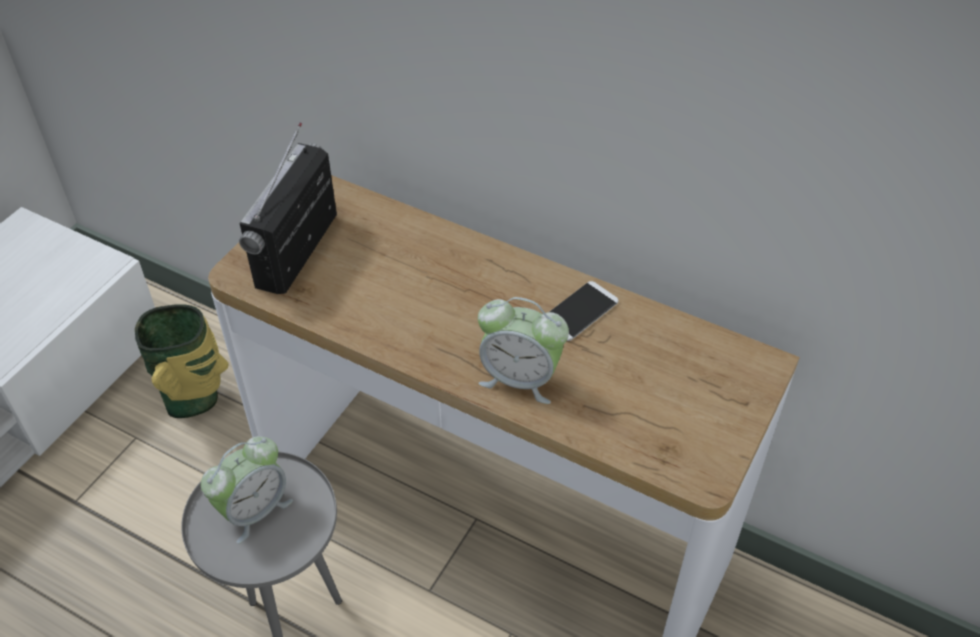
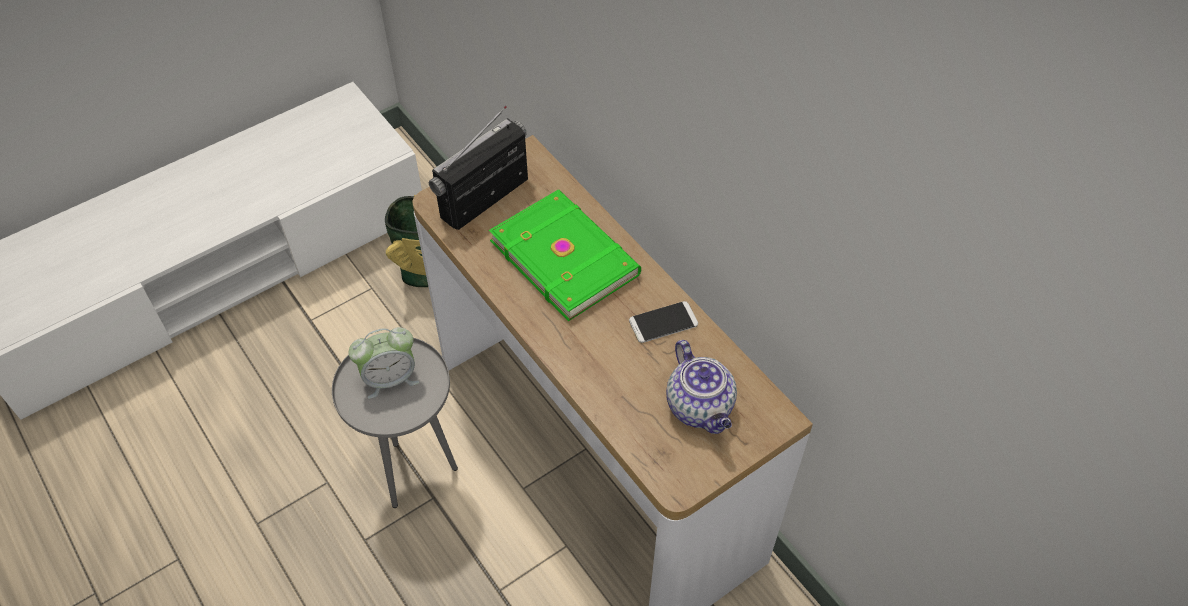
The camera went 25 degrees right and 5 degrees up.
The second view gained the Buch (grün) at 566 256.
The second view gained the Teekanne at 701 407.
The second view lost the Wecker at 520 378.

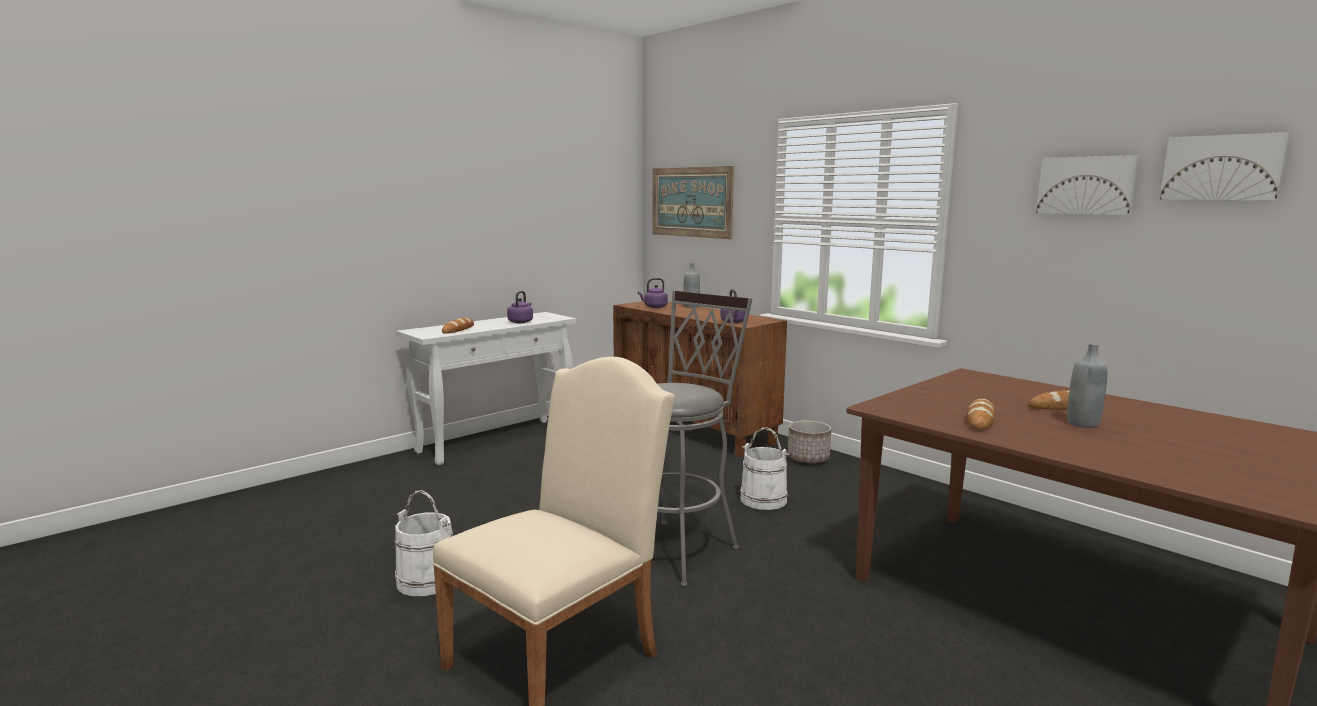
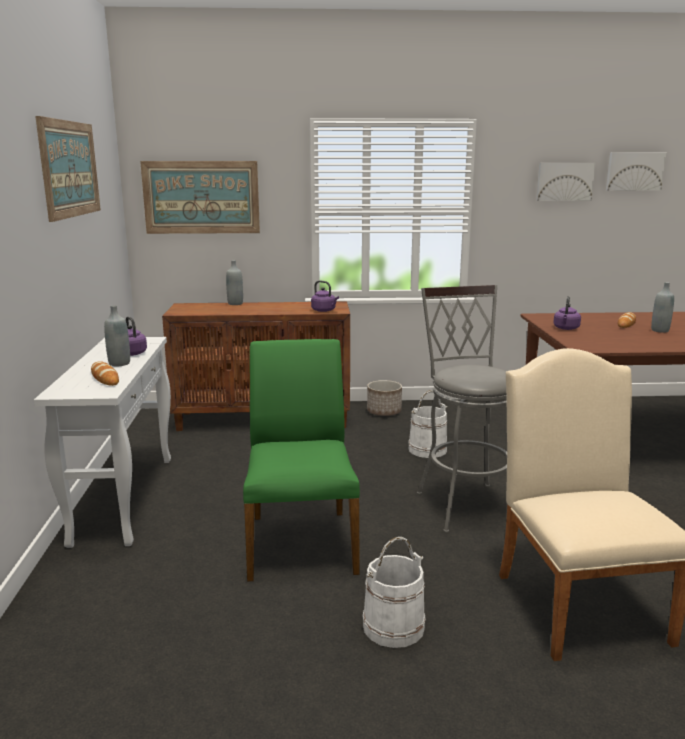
The camera went 50 degrees left and 5 degrees up.
The second view gained the Bild at 70 169.
The second view gained the Flasche (grau) at 119 363.
The second view gained the Stuhl (grün) at 301 542.
The Wasserkessel (lila) ended up elsewhere, having gone from 654 307 to 566 328.
The second view lost the Brot at 980 419.

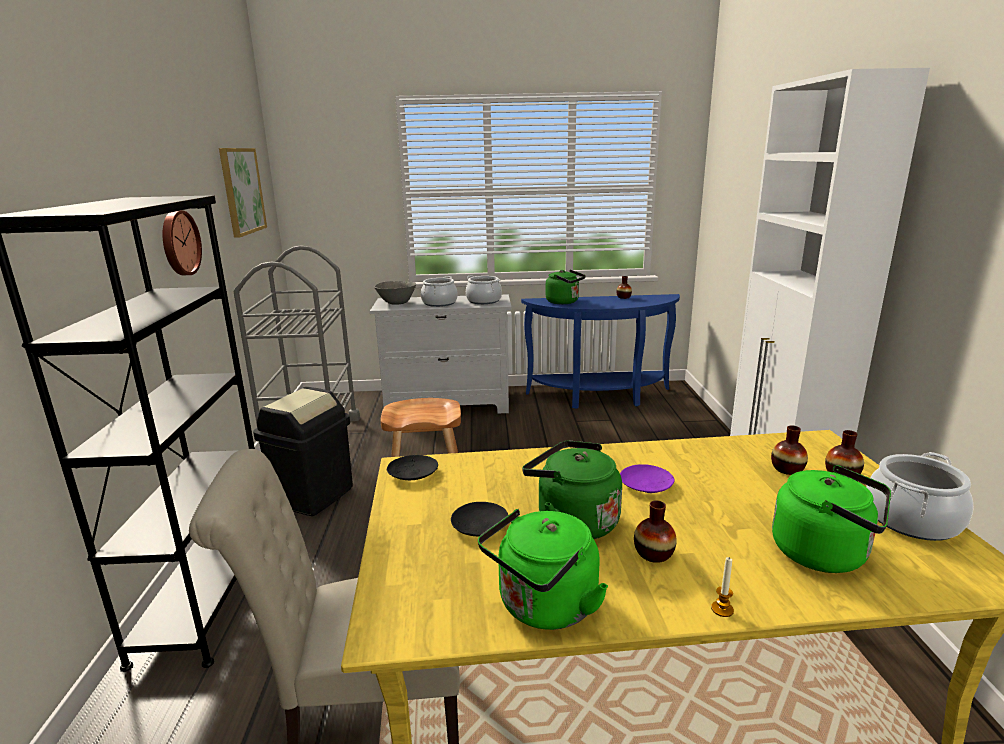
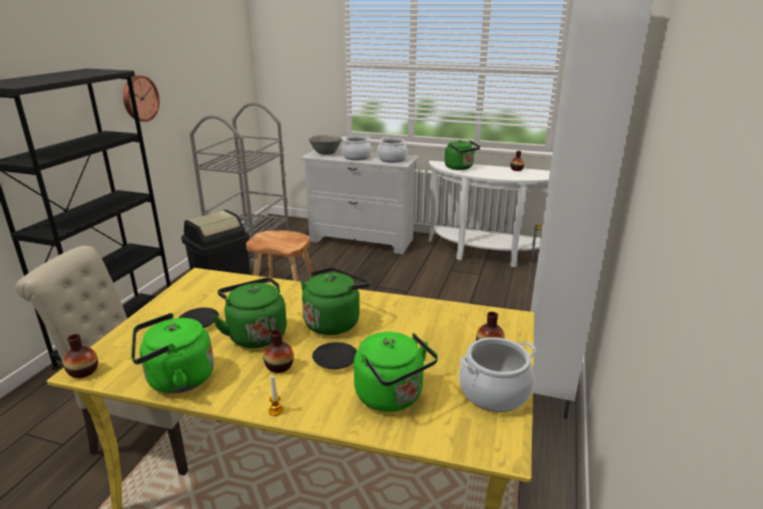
The camera went 20 degrees right and 5 degrees up.
The Vase ended up elsewhere, having gone from 787 469 to 83 371.
Where the Teller (lila) stood at 646 485, the Wasserkessel (grün) came to stand at 334 322.
The Teller (schwarz) ended up elsewhere, having gone from 412 473 to 335 360.
What was the Konsolentisch (blau) at 600 398 turned into the Konsolentisch (weiß) at 487 255.
The second view lost the Bild at 242 191.

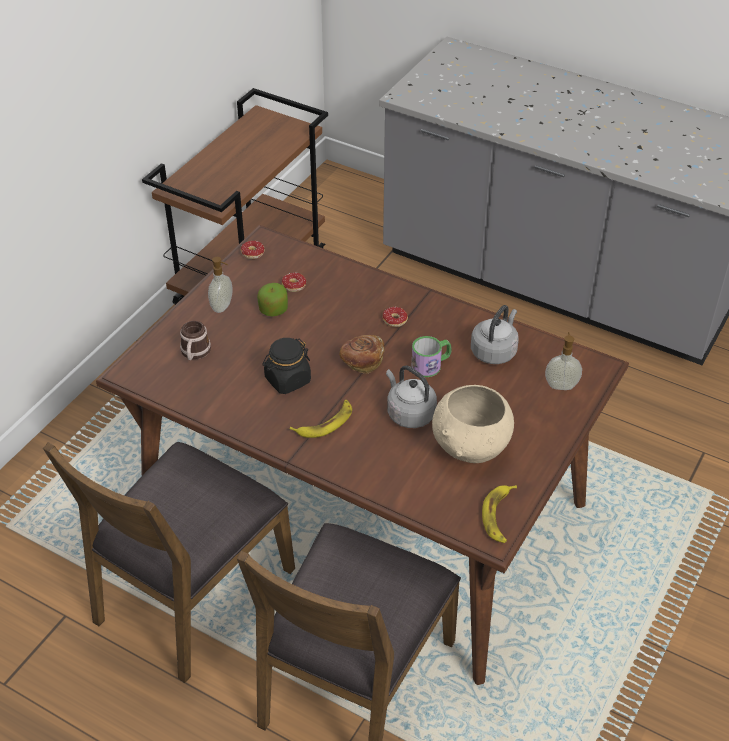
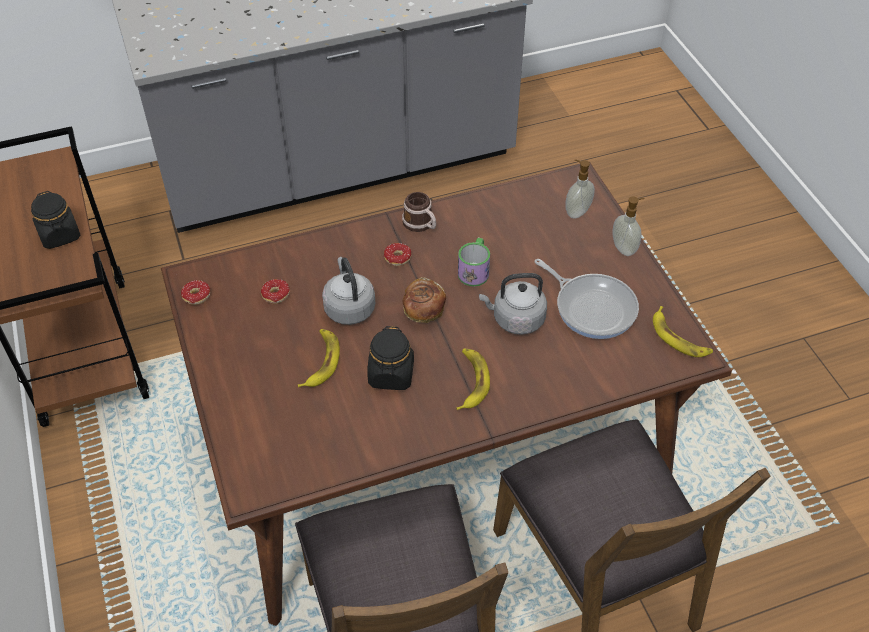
The camera went 50 degrees left and 5 degrees up.
The second view gained the Vorratsglas (schwarz) at 60 235.
The second view gained the Banane at 321 361.
The Wasserkessel (grau) ended up elsewhere, having gone from 494 351 to 349 307.
The Henkelbecher ended up elsewhere, having gone from 194 353 to 421 224.
Where the Schüssel (beige) stood at 471 448, the Pfanne came to stand at 592 307.
The Seifenspender ended up elsewhere, having gone from 223 306 to 624 248.
The second view lost the Apfel at 273 310.

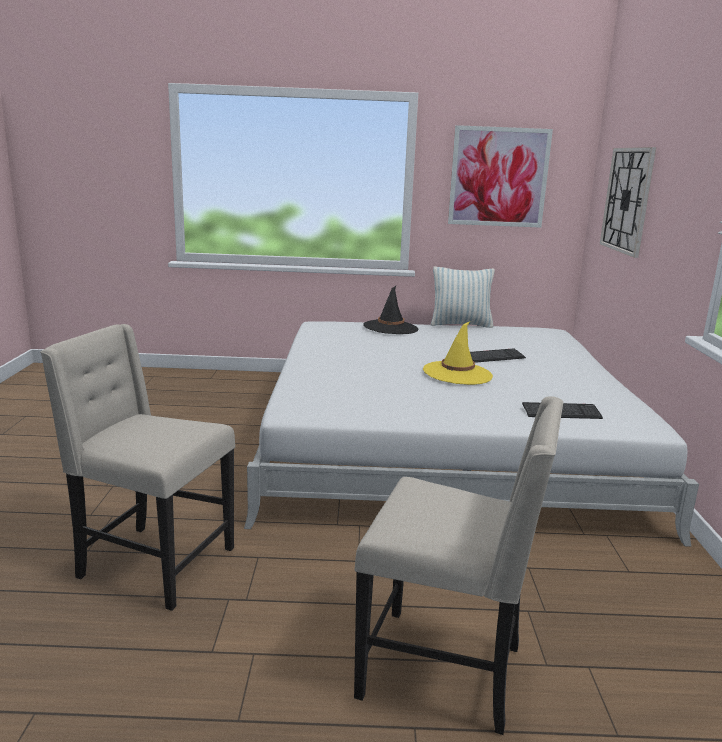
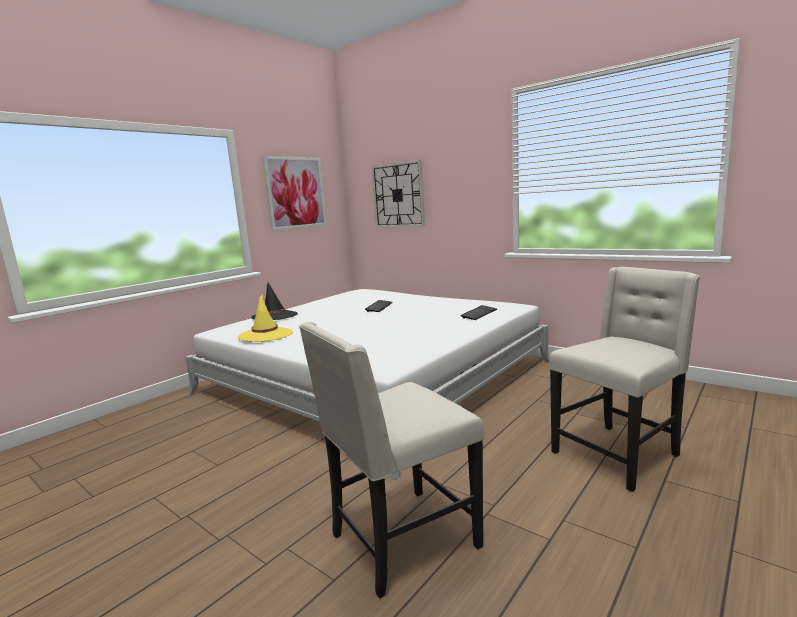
The camera went 50 degrees left and 5 degrees down.
The Hut (gelb) ended up elsewhere, having gone from 457 373 to 265 335.
The second view lost the Kissen at 460 325.

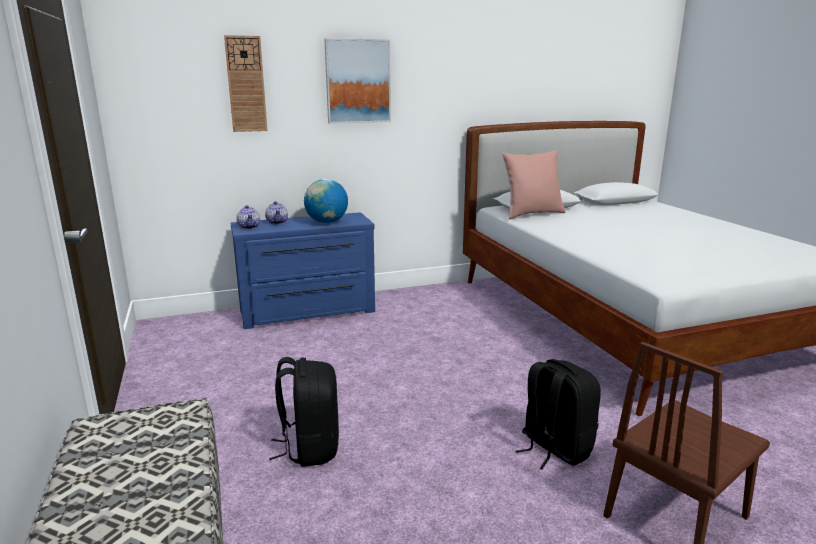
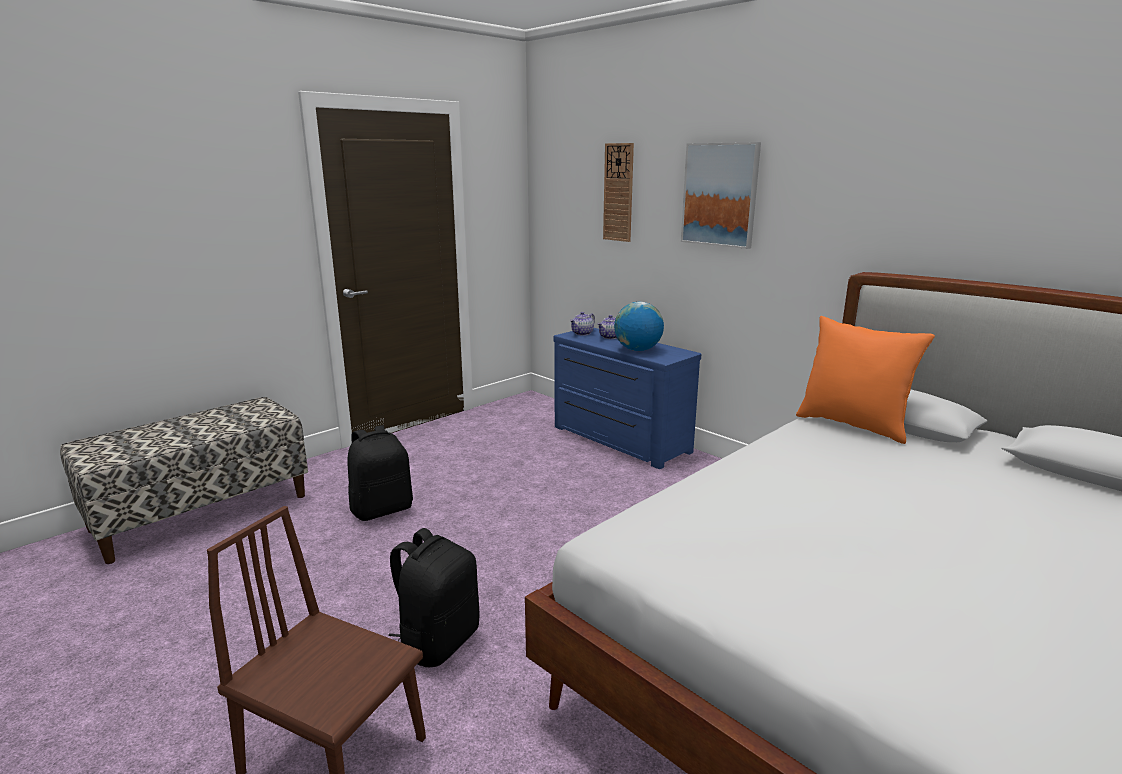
The camera went 65 degrees right and 0 degrees up.
What was the Kissen (rosa) at 532 214 turned into the Kissen (orange) at 853 425.

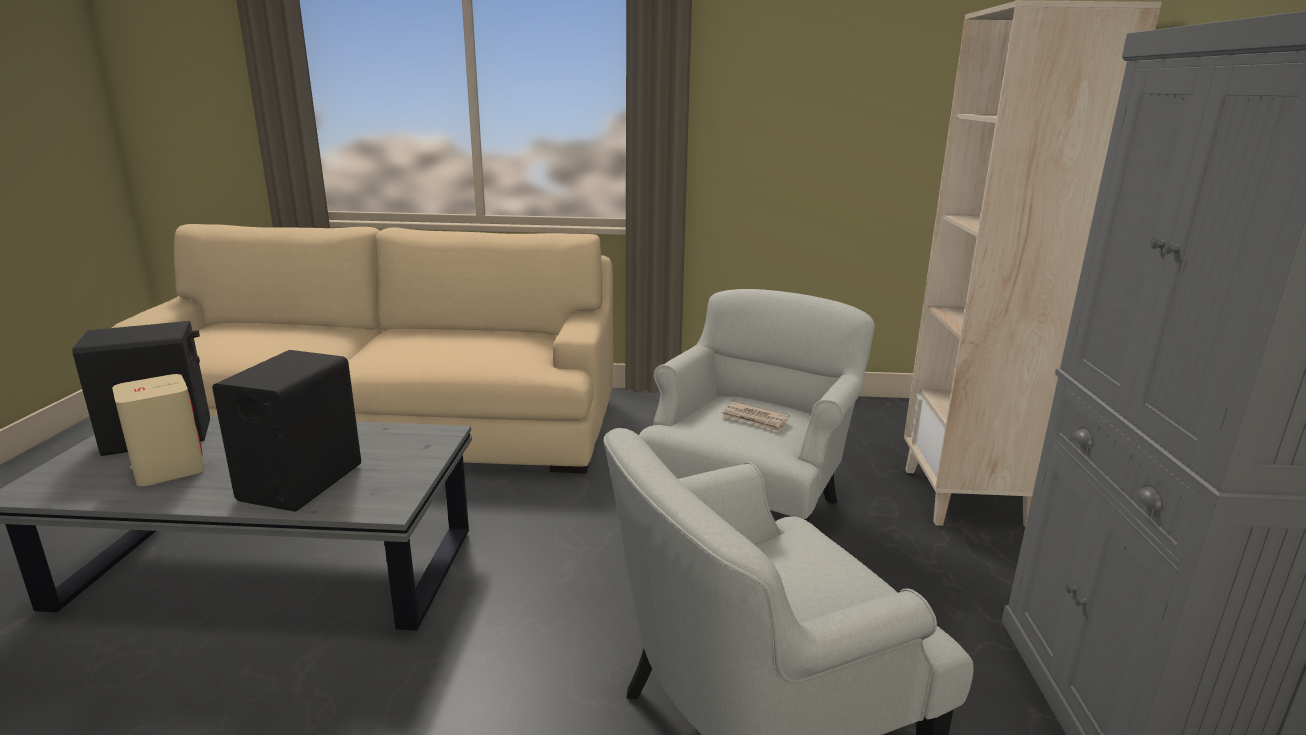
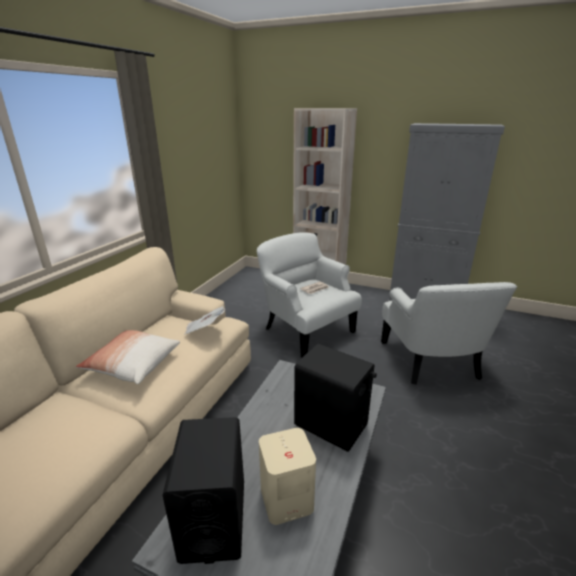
The camera went 70 degrees left and 5 degrees up.
The second view gained the Kissen at 133 365.
The second view gained the Zeitung at 204 330.

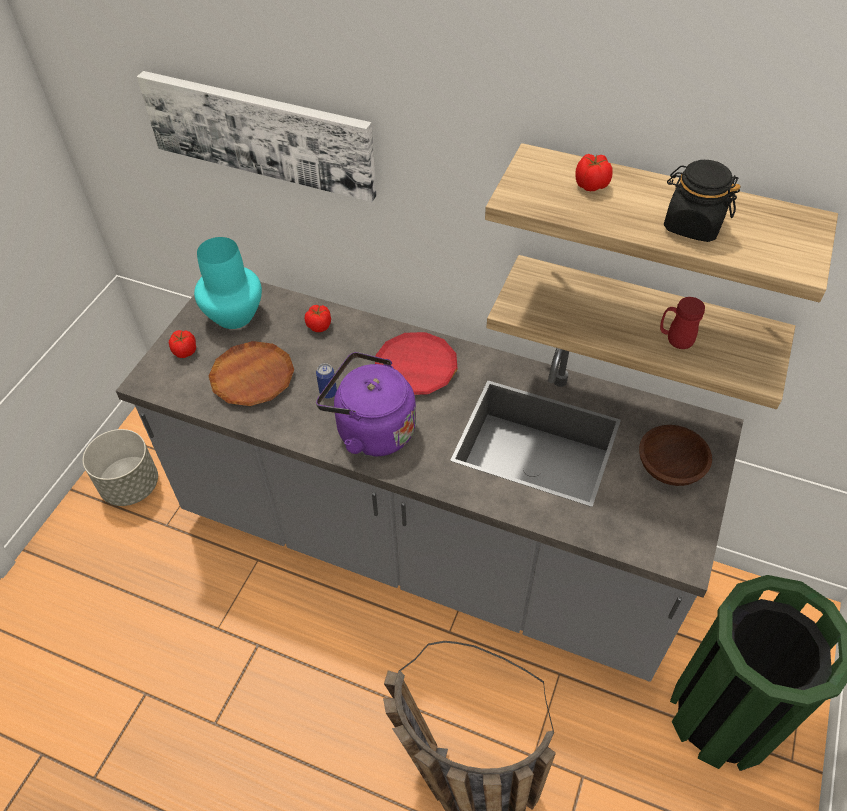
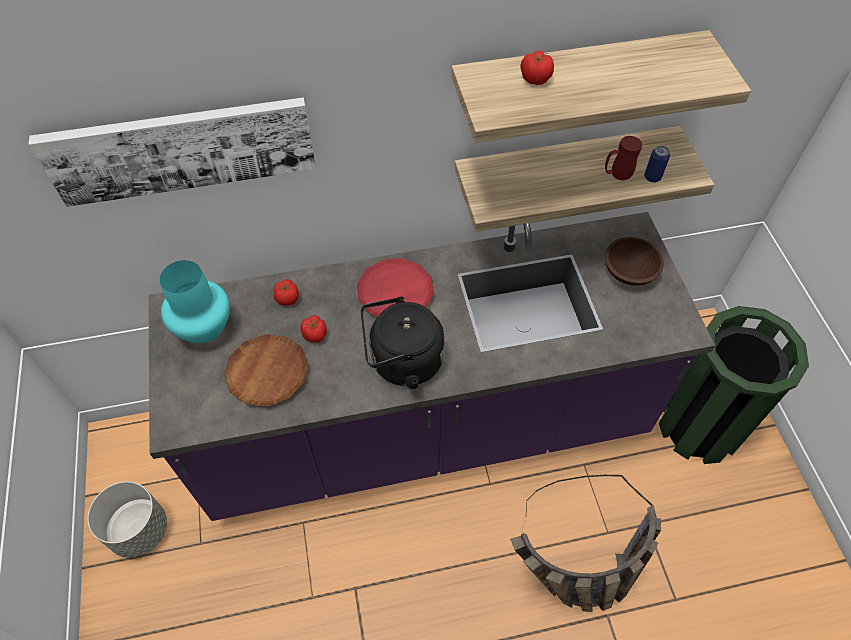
The camera went 35 degrees left and 5 degrees up.
What was the Küchenzeile (grau) at 426 543 turned into the Küchenzeile (lila) at 425 428.
The Tomate ended up elsewhere, having gone from 184 352 to 315 335.
What was the Wasserkessel (lila) at 371 430 turned into the Wasserkessel (schwarz) at 402 362.
The Dose ended up elsewhere, having gone from 328 393 to 652 177.
The second view lost the Vorratsglas (schwarz) at 692 224.

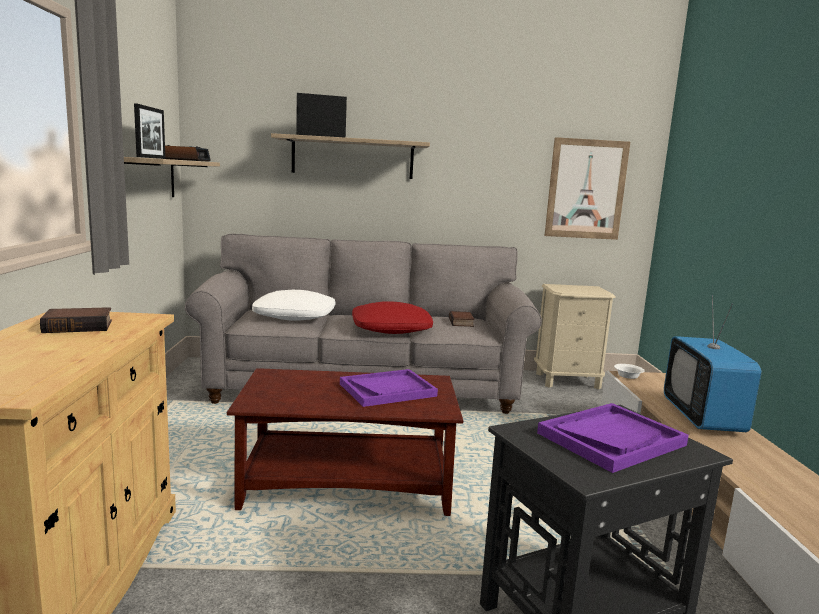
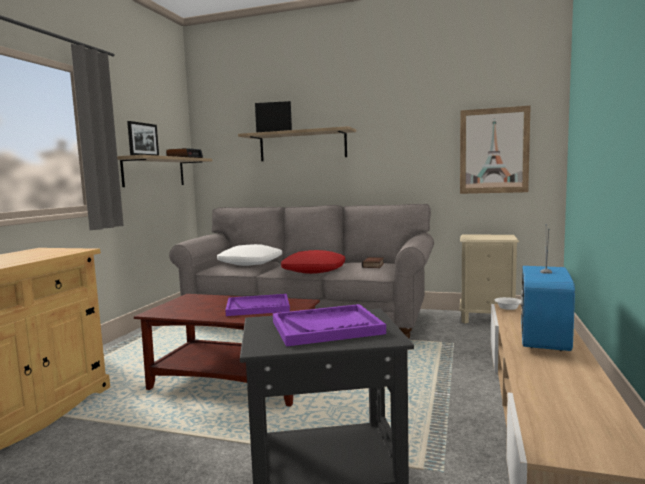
The camera went 20 degrees right and 5 degrees down.
The second view lost the Buch at 79 326.

